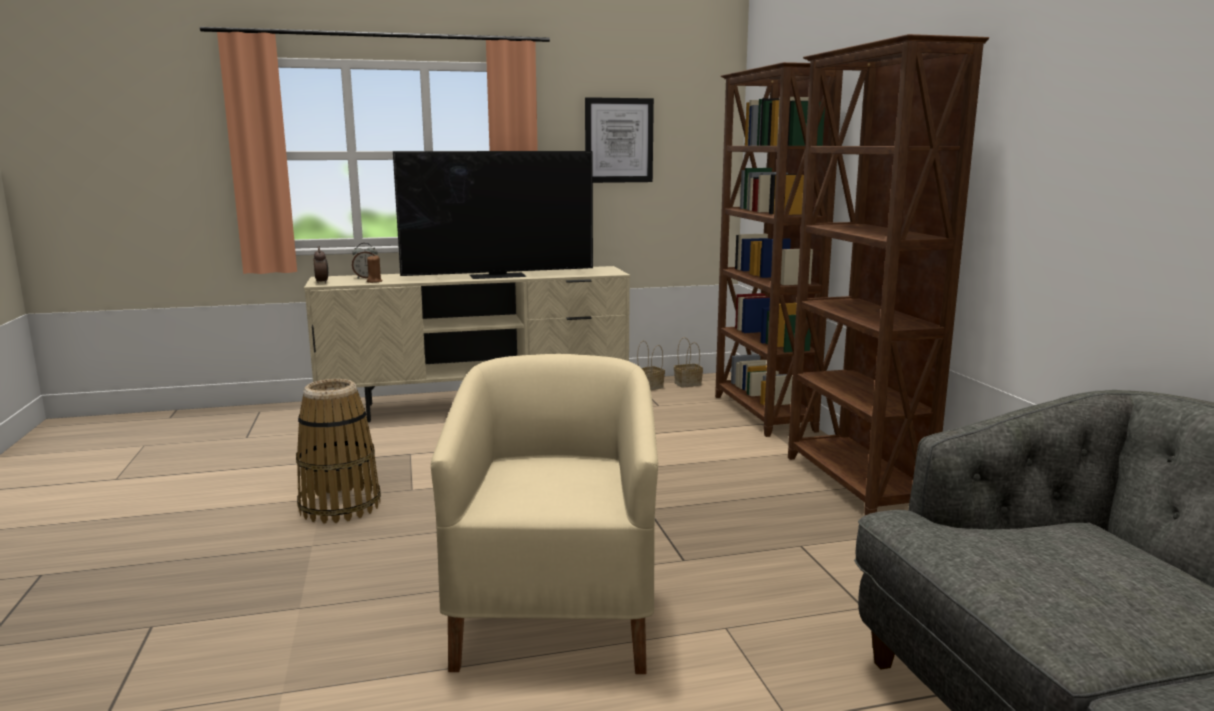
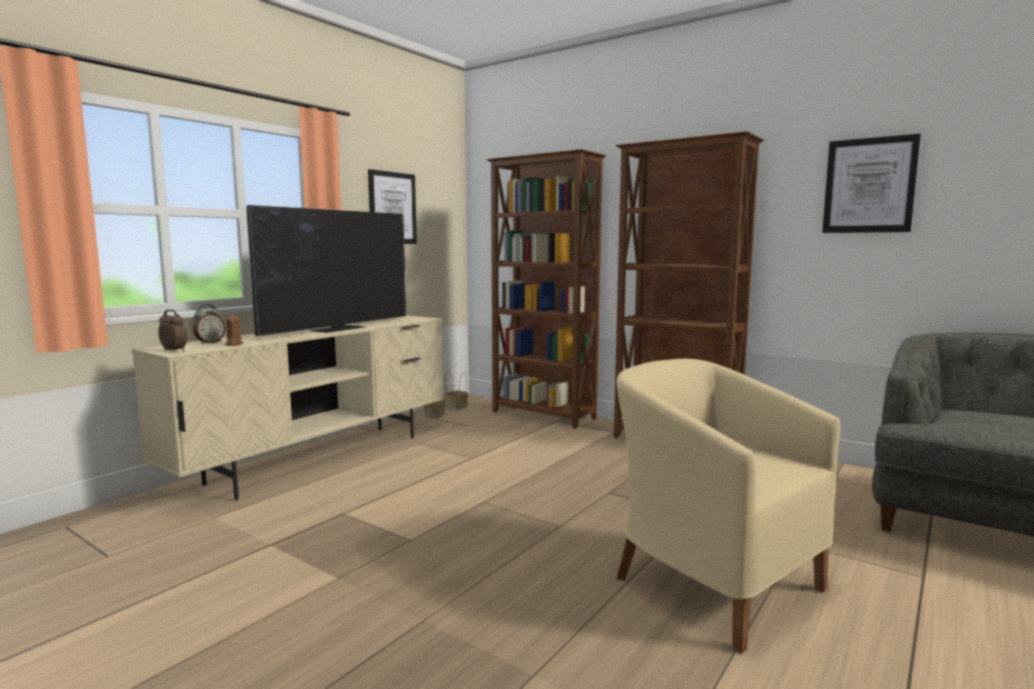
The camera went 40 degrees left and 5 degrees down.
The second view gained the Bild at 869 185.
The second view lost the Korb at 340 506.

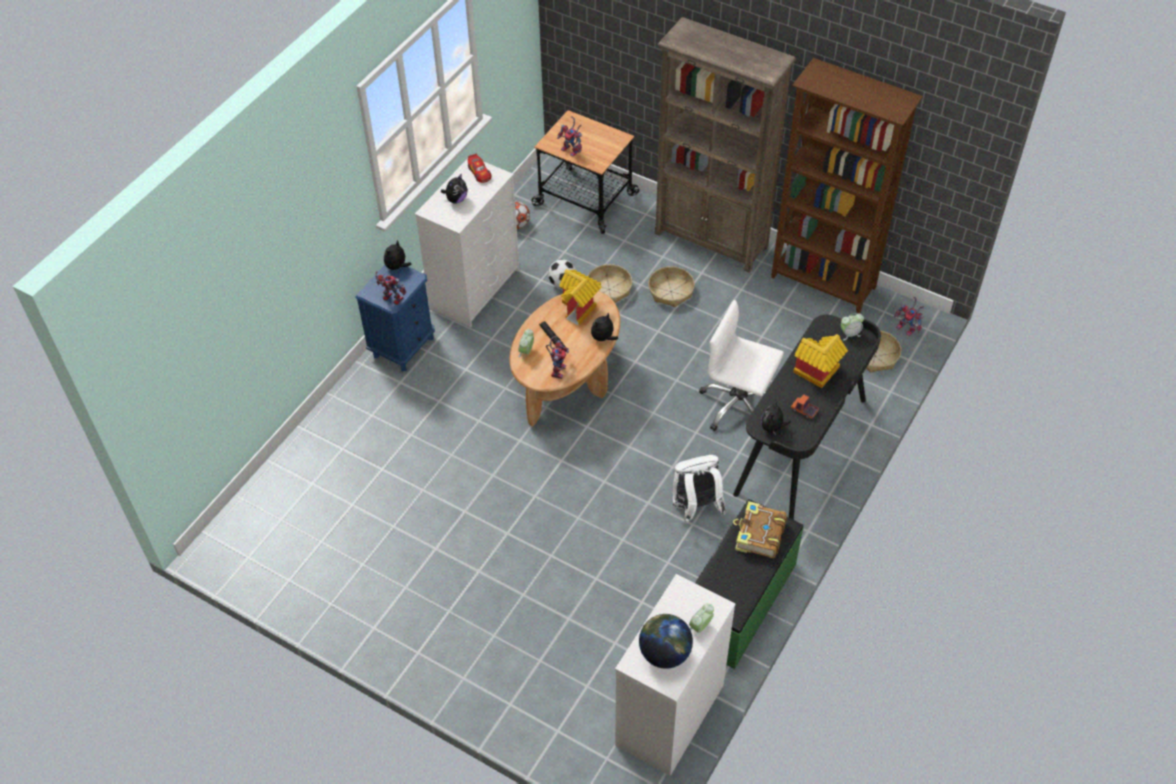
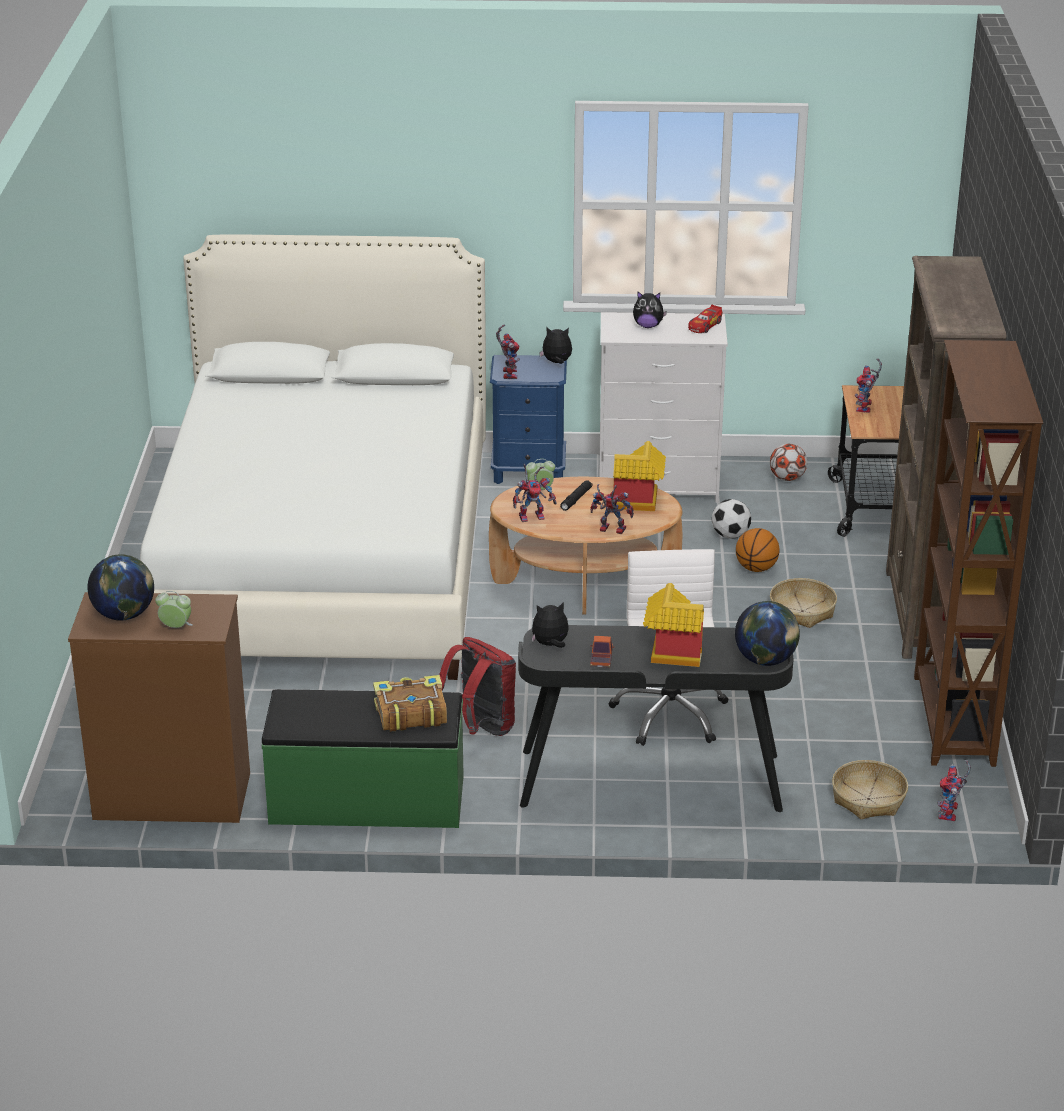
The camera went 60 degrees right and 20 degrees down.
What was the Kommode (weiß) at 669 716 turned into the Kommode (braun) at 170 796.
The second view gained the Bett (weiß) at 324 558.
What was the Rucksack (weiß) at 695 507 turned into the Rucksack (rot) at 480 728.
Where the Plüschtier stood at 603 338, the Spielzeugroboter came to stand at 609 530.
Where the Wecker stood at 850 334, the Globus came to stand at 765 660.
Where the Korb stood at 609 289, the Basketball came to stand at 756 568.

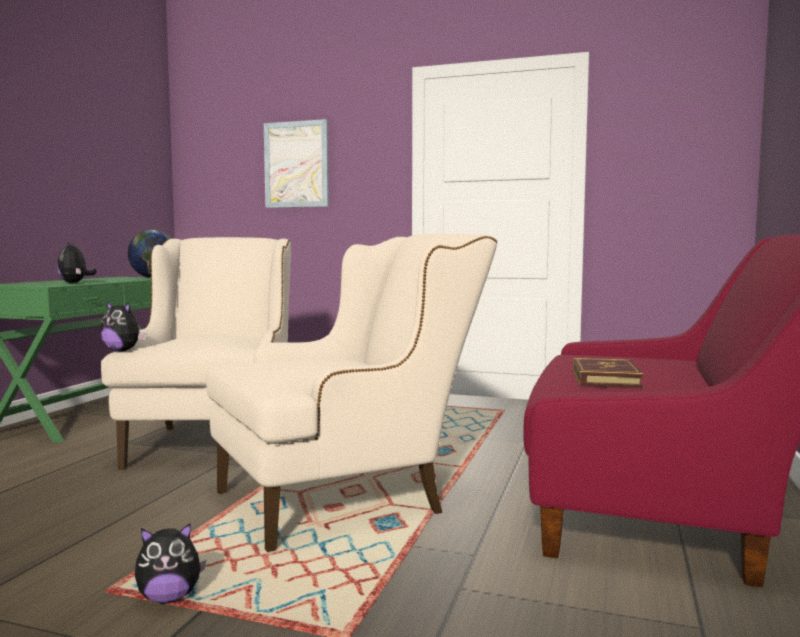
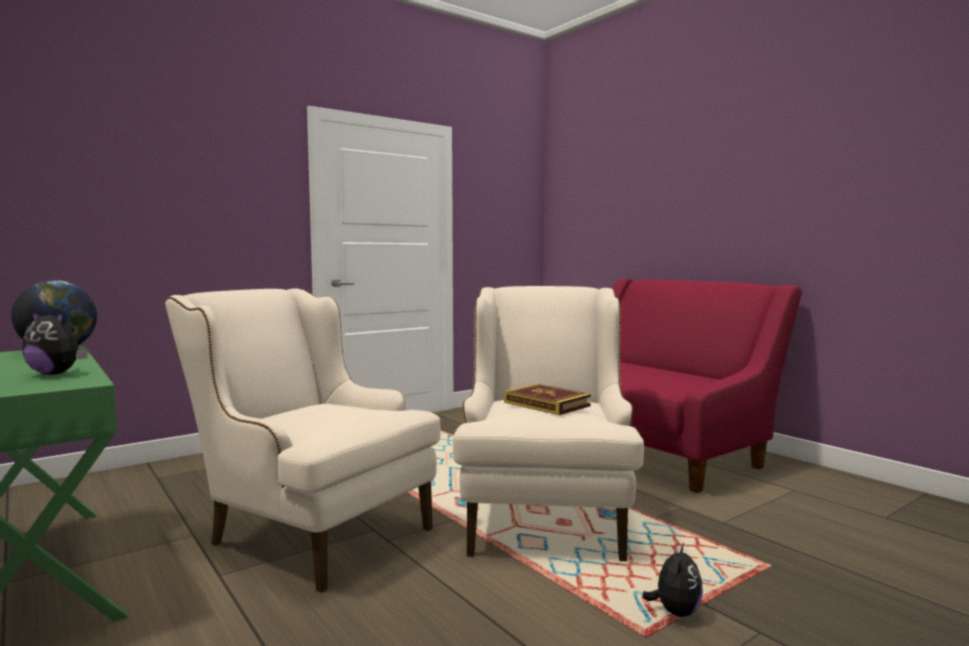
The camera went 55 degrees left and 0 degrees up.
The Buch ended up elsewhere, having gone from 605 379 to 546 404.
The second view lost the Plüschtier at 123 351.
The second view lost the Bild at 296 164.

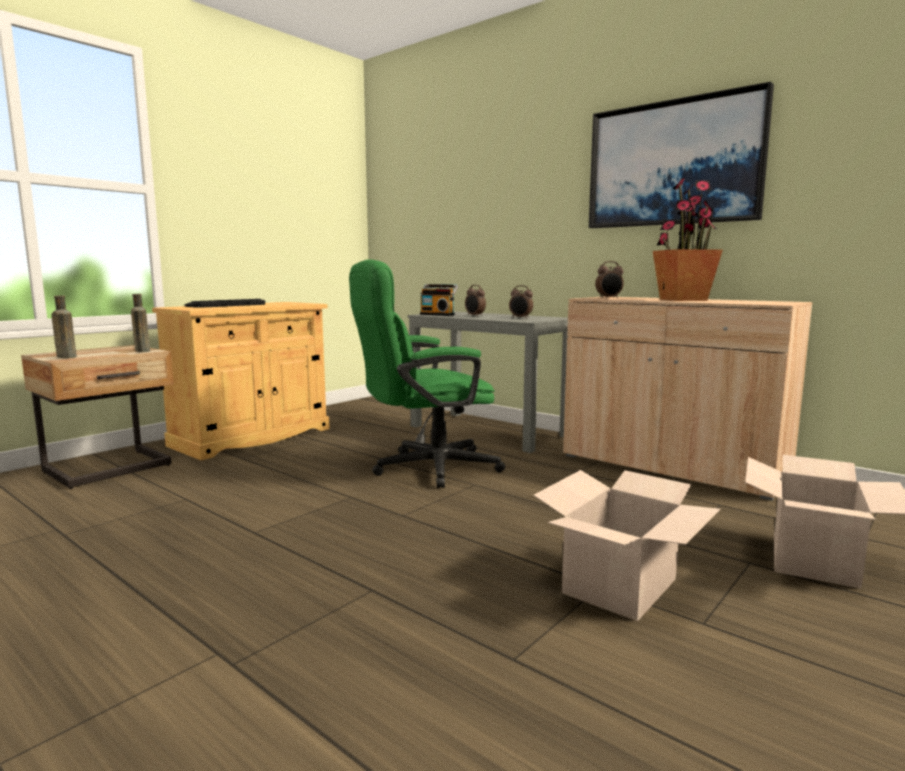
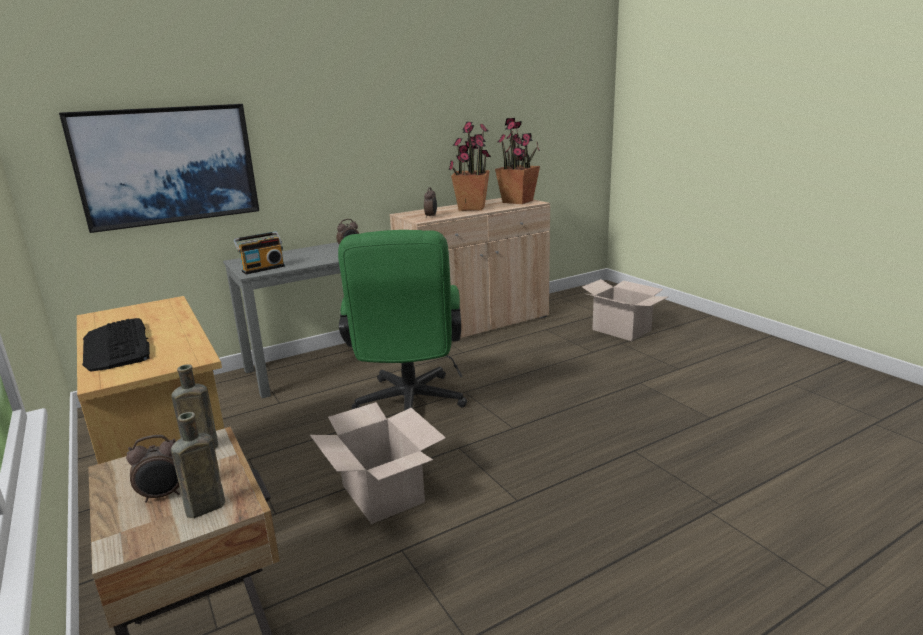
The camera went 70 degrees left and 10 degrees up.
The Bild ended up elsewhere, having gone from 673 164 to 167 165.
The Wecker ended up elsewhere, having gone from 474 316 to 163 495.
The Karton ended up elsewhere, having gone from 619 585 to 381 493.
The second view gained the Topfpflanze at 518 201.

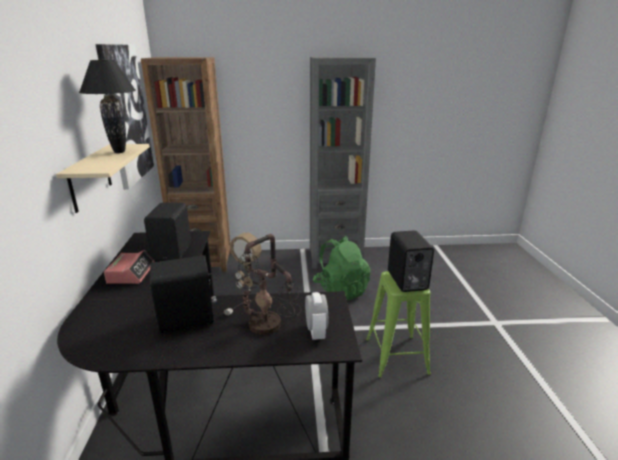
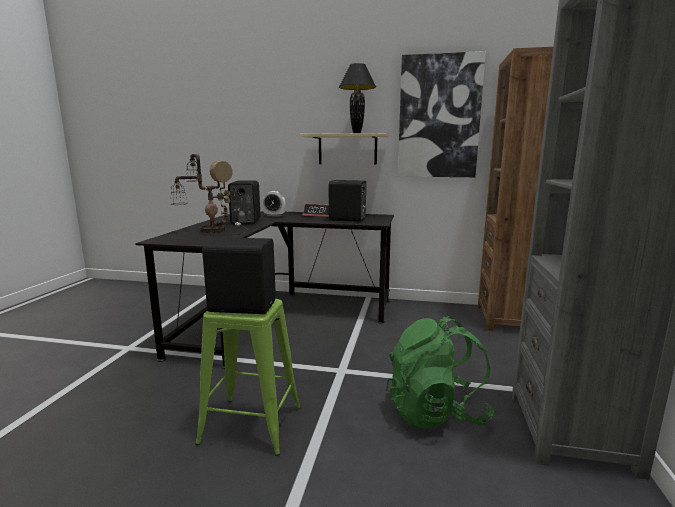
The camera went 105 degrees right and 10 degrees down.
The Wecker ended up elsewhere, having gone from 316 332 to 274 215.

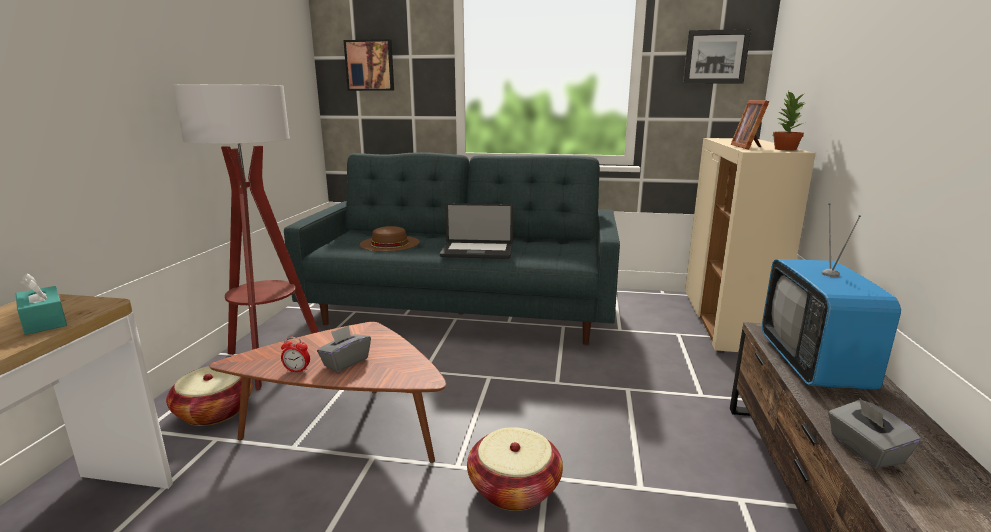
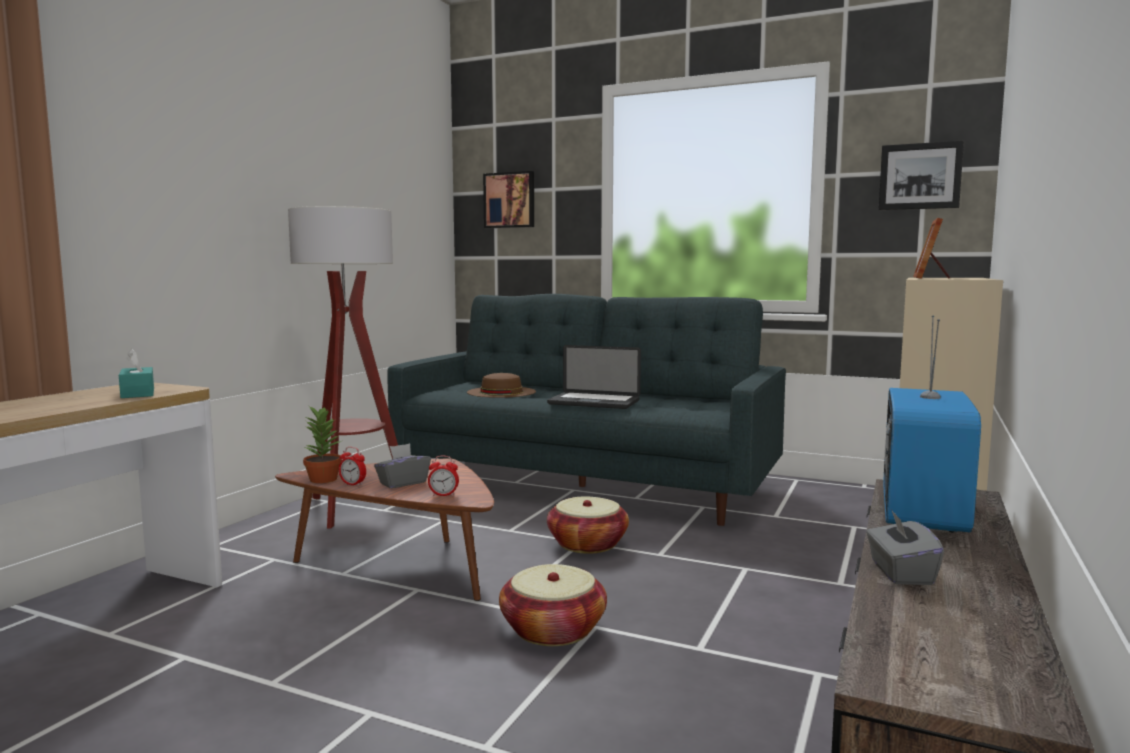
The camera went 15 degrees right and 10 degrees down.
The Topfpflanze ended up elsewhere, having gone from 784 149 to 323 479.
The second view gained the Wecker at 443 495.
The Korb ended up elsewhere, having gone from 215 411 to 587 544.

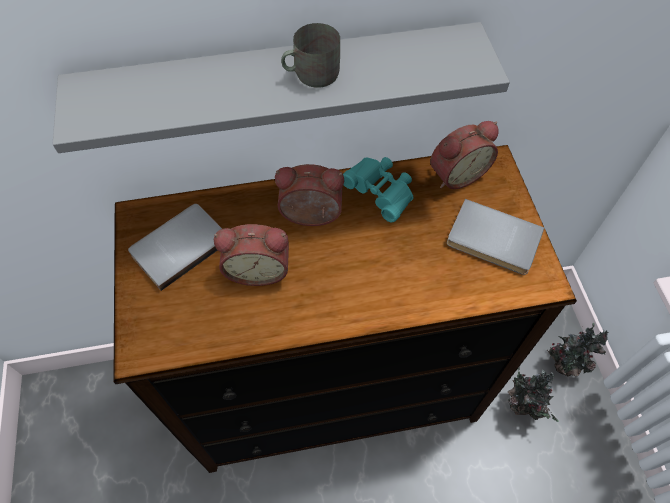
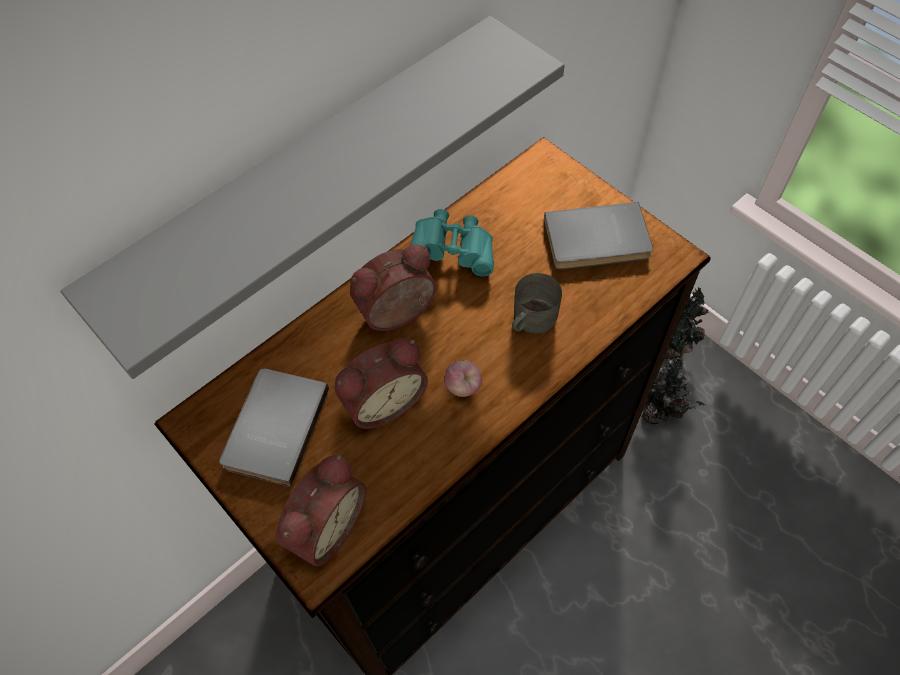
The camera went 30 degrees left and 0 degrees up.
The Wecker ended up elsewhere, having gone from 456 173 to 324 525.
The second view gained the Apfel at 463 387.
The Henkelbecher (grau) ended up elsewhere, having gone from 311 74 to 530 320.

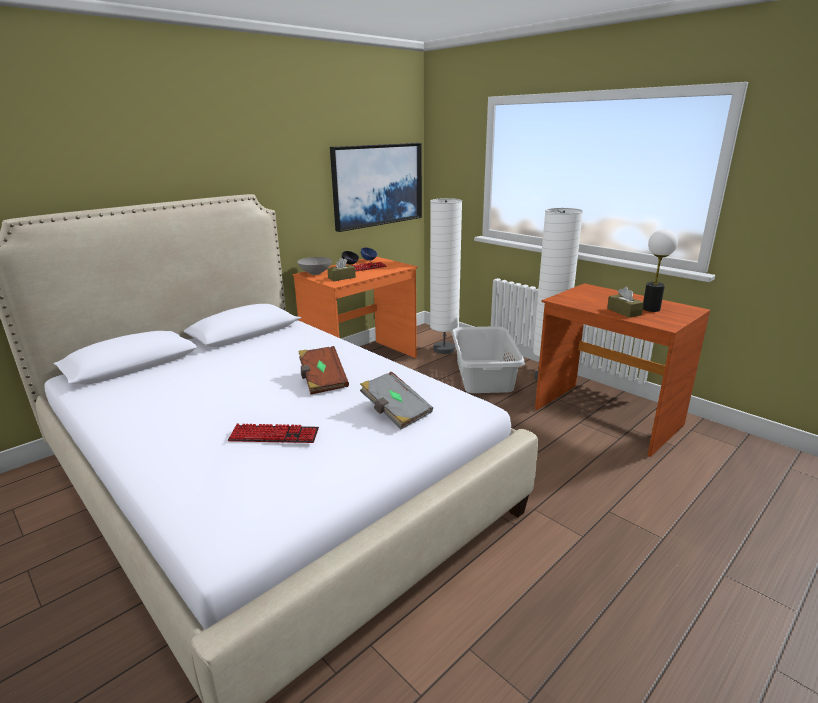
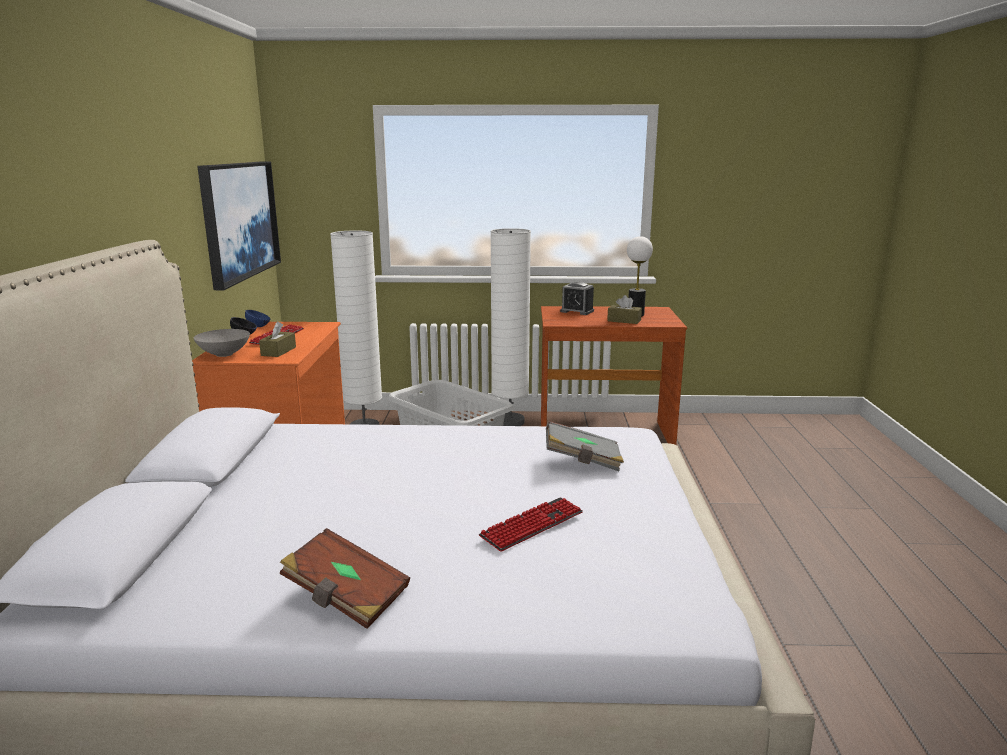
The camera went 45 degrees left and 5 degrees down.
The Buch (braun) ended up elsewhere, having gone from 322 380 to 346 597.
The second view gained the Wecker at 577 311.

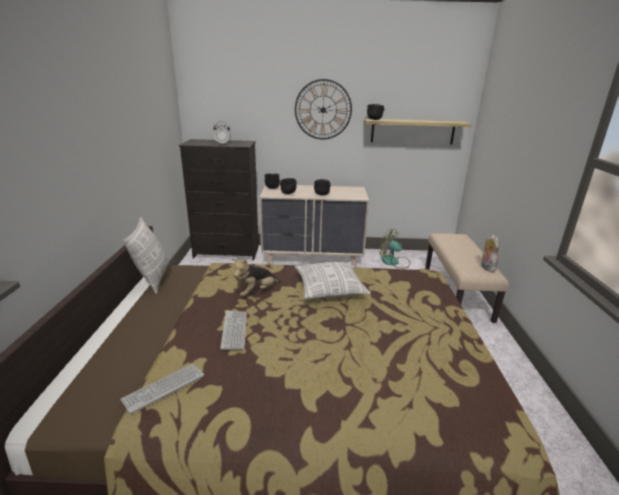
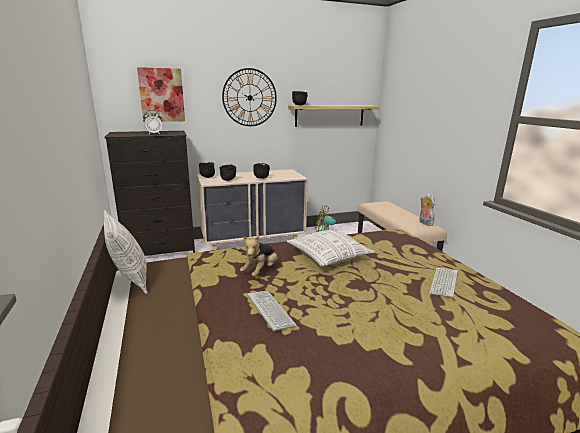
The camera went 20 degrees left and 5 degrees down.
The second view gained the Bild at 162 95.
The Tastatur ended up elsewhere, having gone from 164 388 to 443 283.

